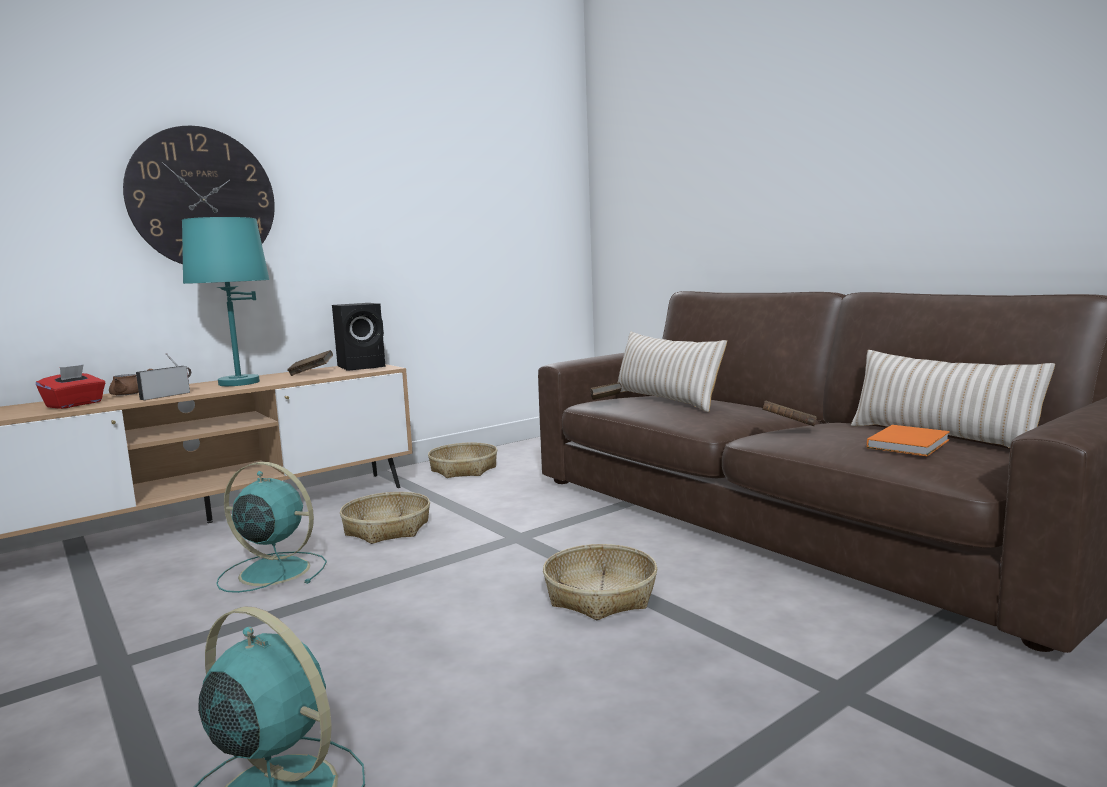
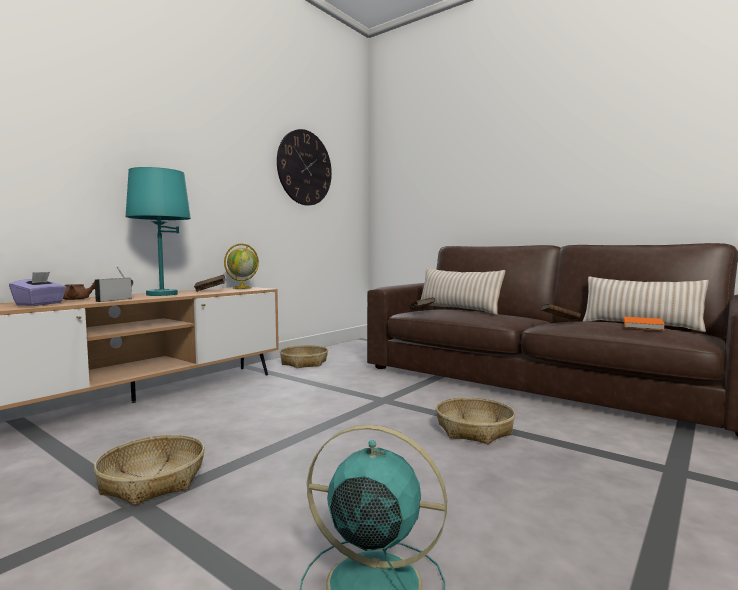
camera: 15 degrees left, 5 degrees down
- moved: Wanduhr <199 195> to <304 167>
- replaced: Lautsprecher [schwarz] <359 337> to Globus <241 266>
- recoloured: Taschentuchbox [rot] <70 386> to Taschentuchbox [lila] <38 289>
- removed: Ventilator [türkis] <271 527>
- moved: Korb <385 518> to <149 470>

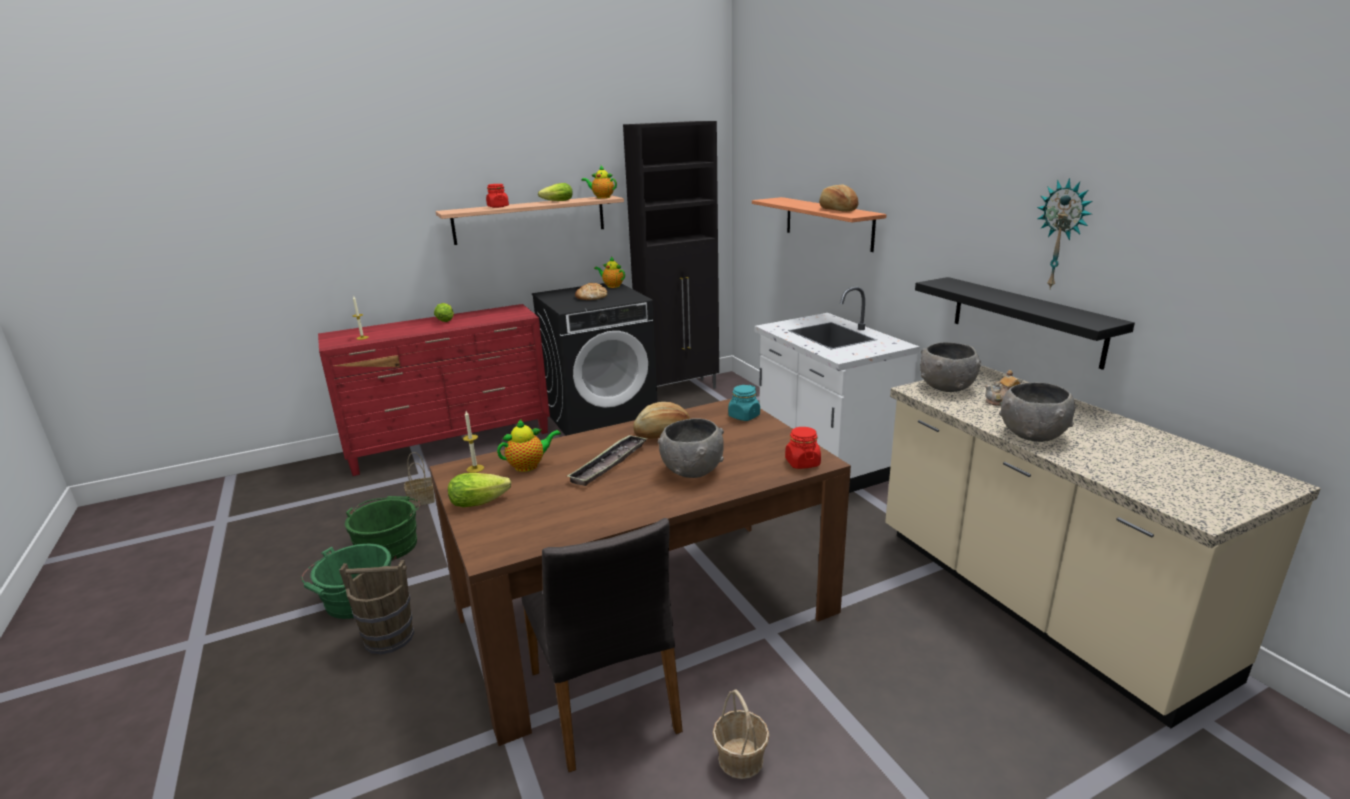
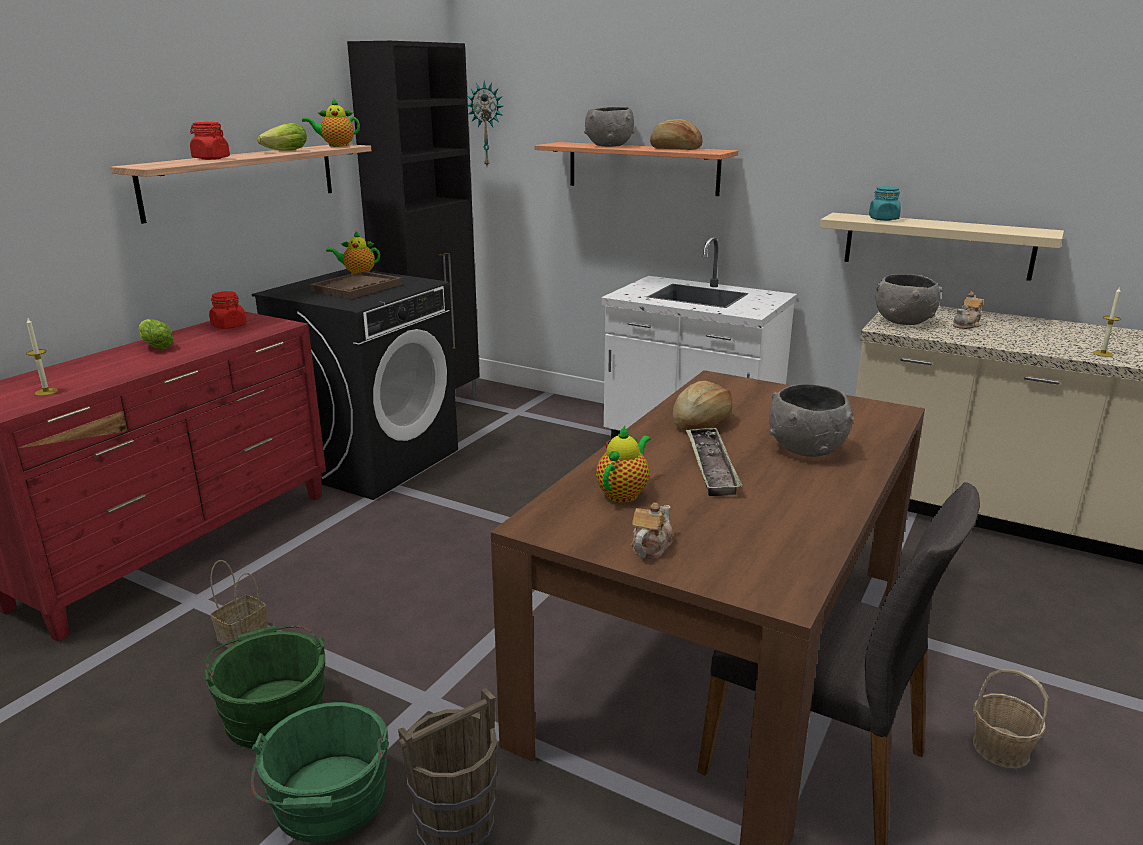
camera: 35 degrees left, 0 degrees up
- moved: Wanduhr <1064 233> to <485 123>
- recoloured: Wandregal [schwarz] <1025 323> to Wandregal [beige] <942 247>
- replaced: Brot <591 291> to Tablett [braun] <356 285>
- moved: Schüssel [grau] <1037 412> to <609 127>
- moved: Vorratsglas [türkis] <744 403> to <885 203>
- moved: Kerze <473 442> to <1107 322>
- moved: Vorratsglas [rot] <803 448> to <228 310>
- replaced: Salatkopf <479 490> to Teekanne <652 531>

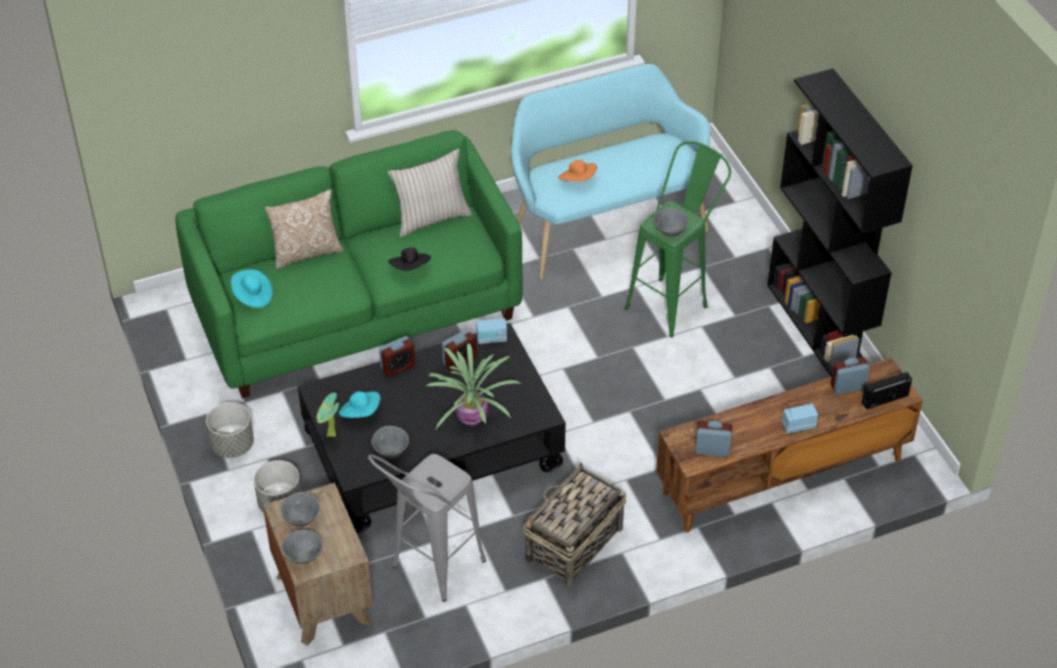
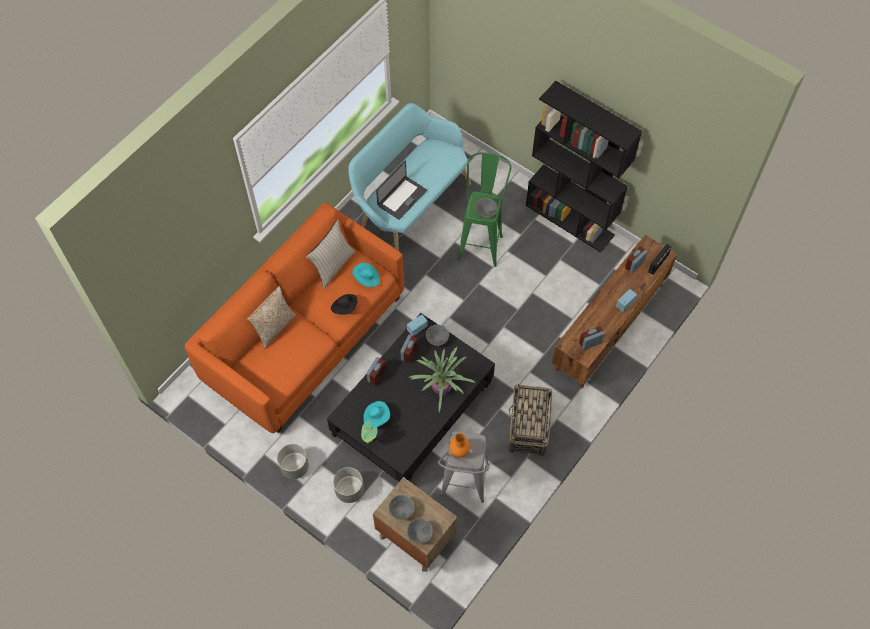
camera: 30 degrees left, 15 degrees up
- recoloured: Sofa [grün] <349 264> to Sofa [orange] <294 318>
- replaced: Hut [orange] <577 170> to Laptop <401 190>
- moved: Hut [türkis] <251 288> to <366 274>
- moved: Schüssel [grau] <390 442> to <437 335>
- added: Vase [orange] <459 445>

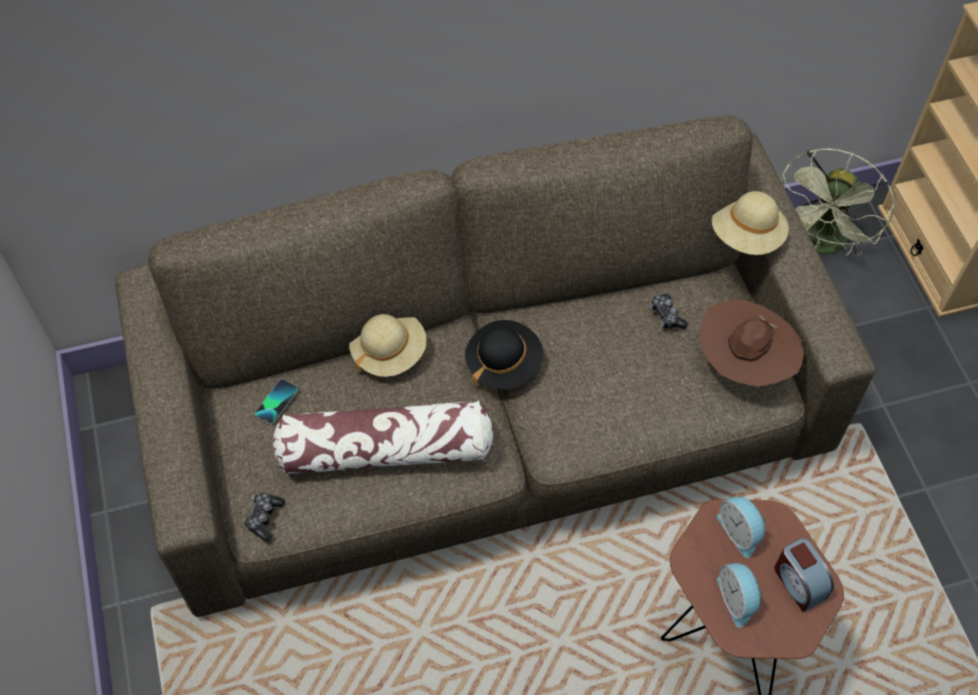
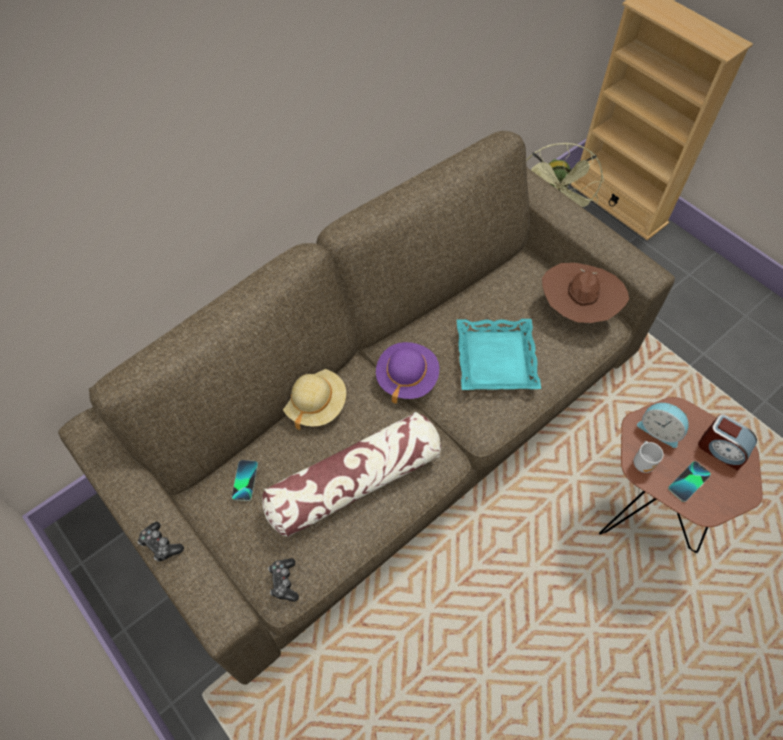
camera: 25 degrees left, 0 degrees up
- removed: Hut [beige] <750 223>
- moved: Gamepad <669 311> to <160 542>
- recoloured: Hut [schwarz] <504 354> to Hut [lila] <407 373>
- replaced: Wecker <740 595> to Handy <689 481>
- added: Tablett [türkis] <498 354>
- added: Henkelbecher <649 457>

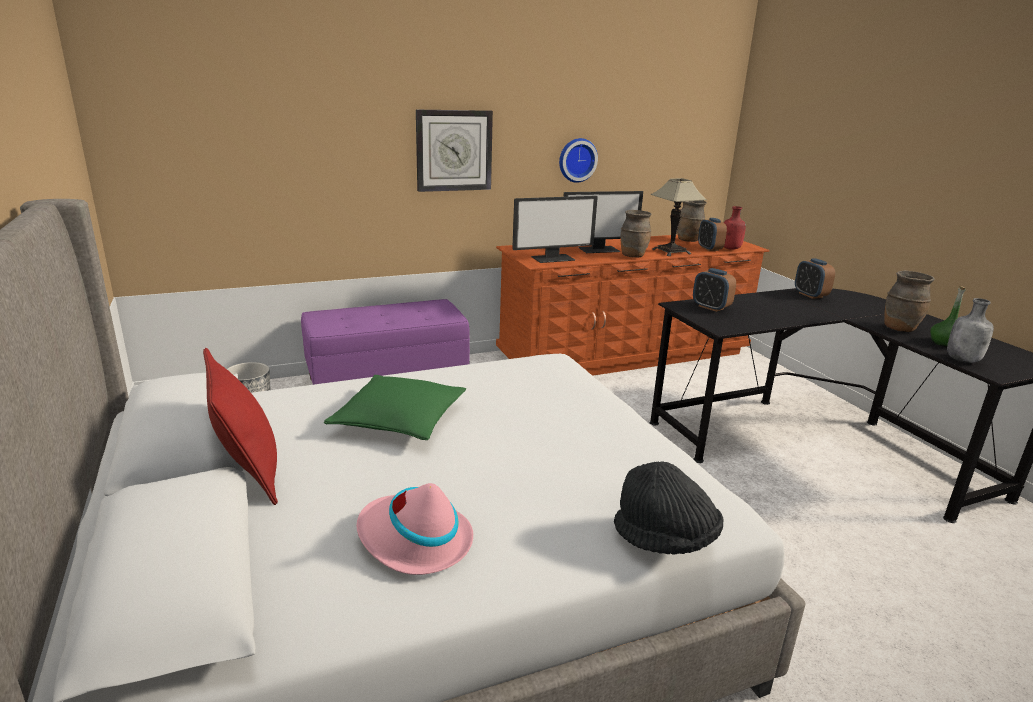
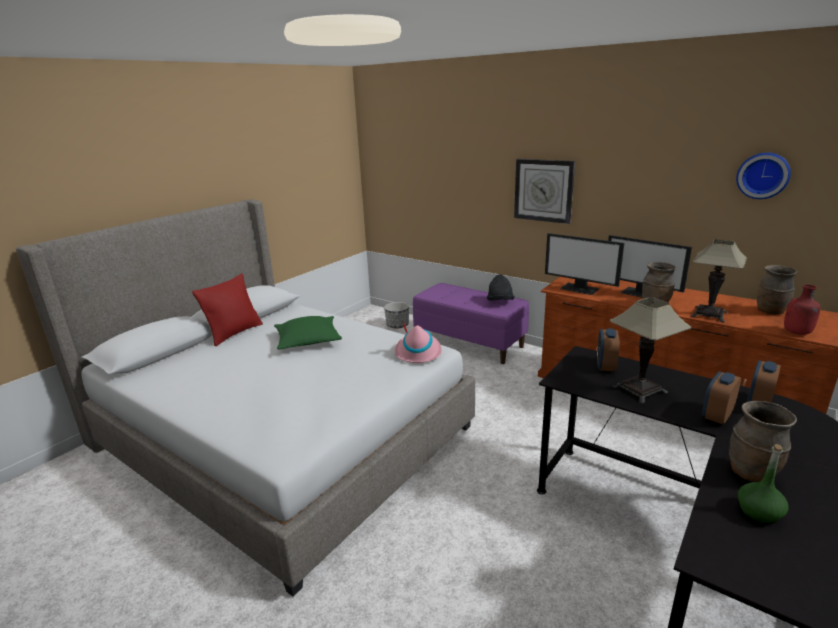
camera: 60 degrees right, 0 degrees up
- moved: Wanduhr <578 160> to <763 176>
- moved: Wecker <712 234> to <721 398>
- removed: Flasche [grau] <970 330>
- moved: Hut [schwarz] <669 508> to <501 287>
- moved: Hut [rosa] <415 529> to <418 342>
- added: Tischlampe <651 350>

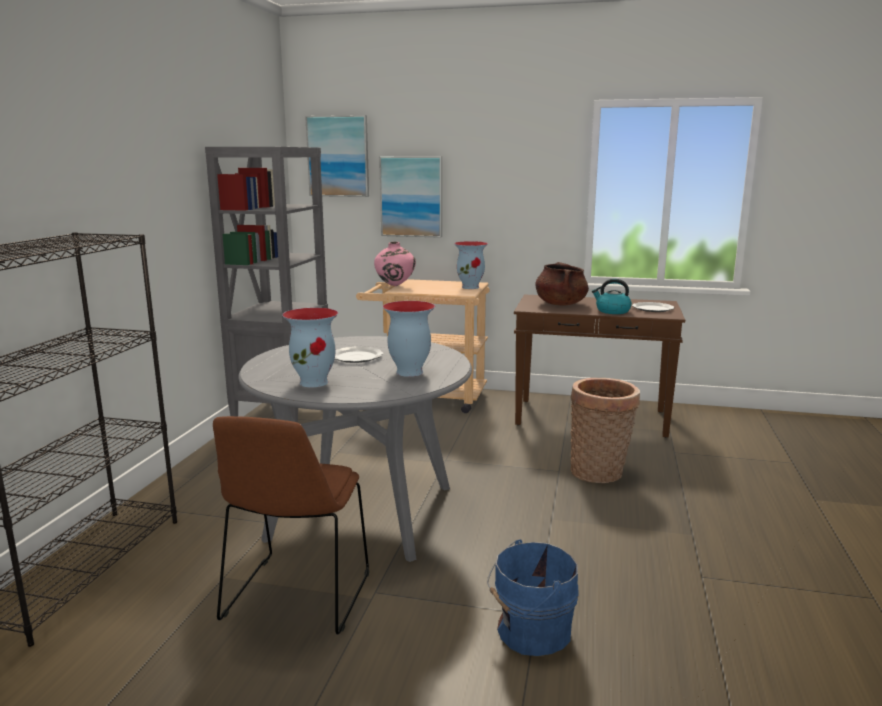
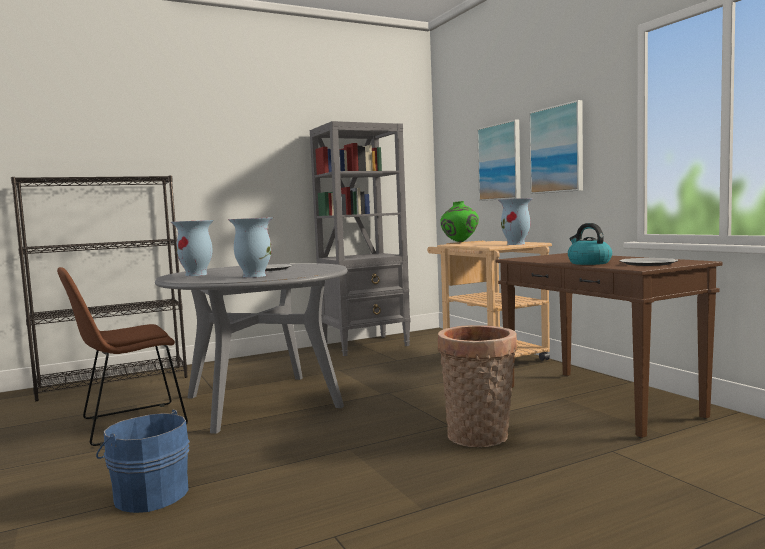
camera: 50 degrees right, 10 degrees down
- moved: Bild <337 156> to <556 147>
- recoloured: Vase [rosa] <395 264> to Vase [grün] <459 221>
- removed: Kochtopf [braun] <562 283>

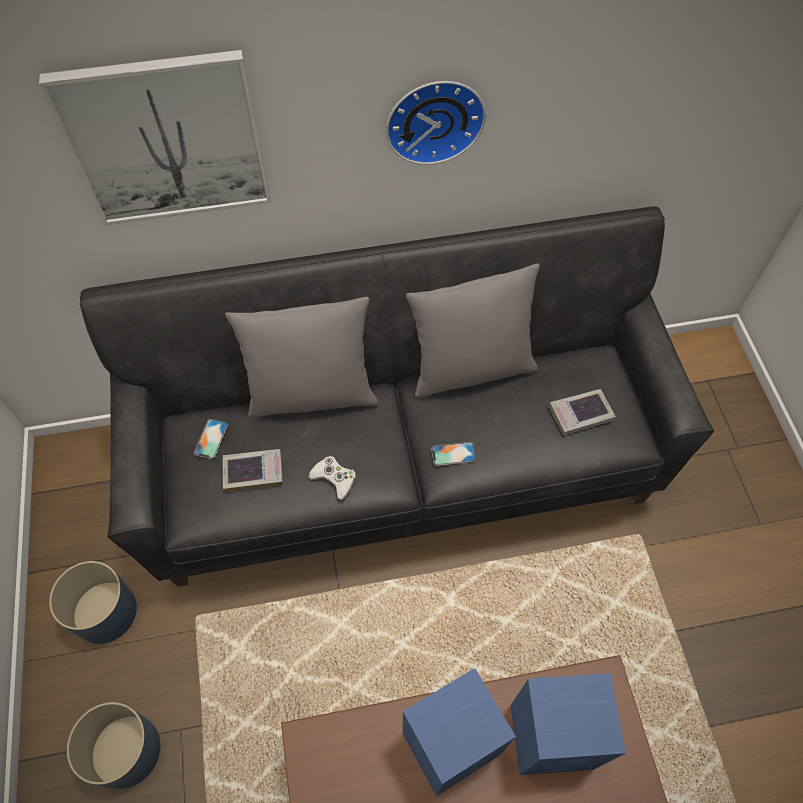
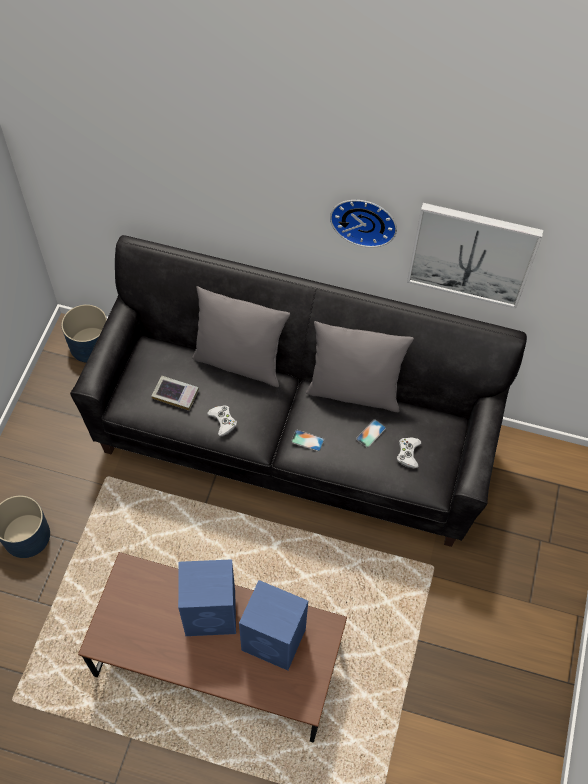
camera: 25 degrees right, 0 degrees up
- moved: Bild <155 137> to <475 255>
- replaced: Buch <582 412> to Gamepad [weiß] <409 453>
- moved: Handy <211 439> to <371 433>
- moved: Pflanzkübel [blau] <93 602> to <84 333>

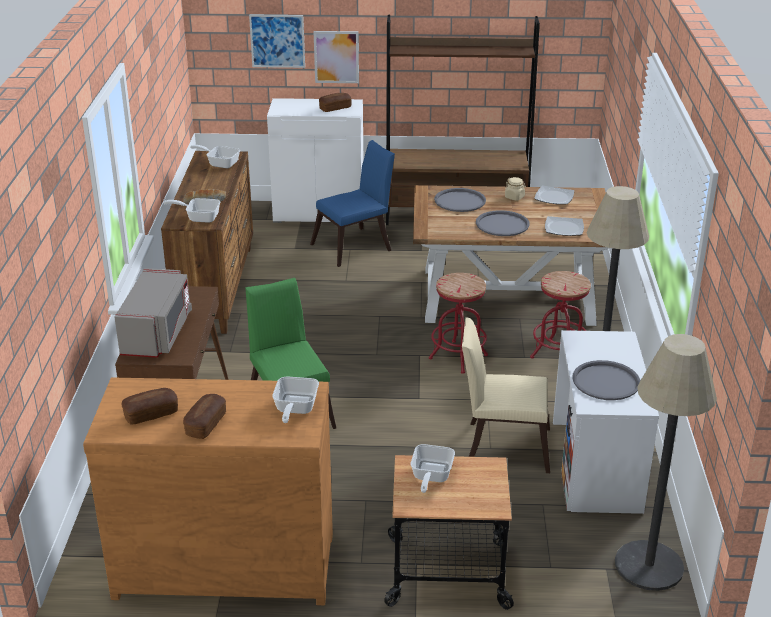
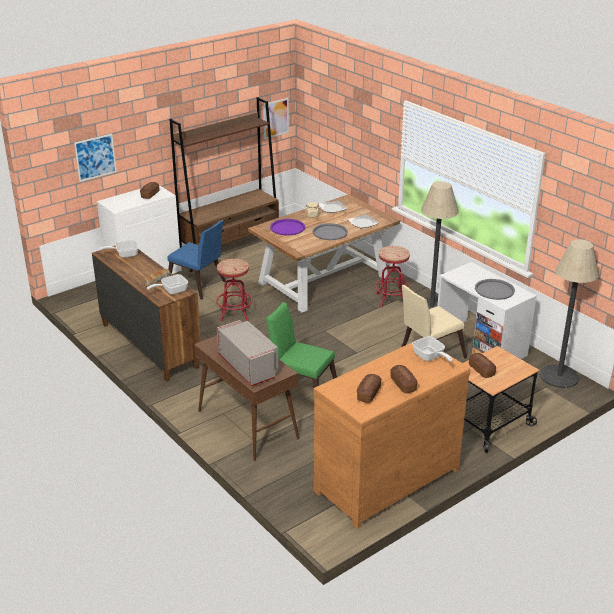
camera: 40 degrees left, 0 degrees up
- moved: Bild <336 57> to <276 118>
- turned: Stuhl [blau] <352 203> = <196 260> 105 degrees clockwise
- recoloured: Tablett [grau] <460 200> to Tablett [lila] <287 227>
- moved: Hocker [rot] <458 323> to <234 290>
- replaced: Pfanne <433 468> to Brot <482 365>

